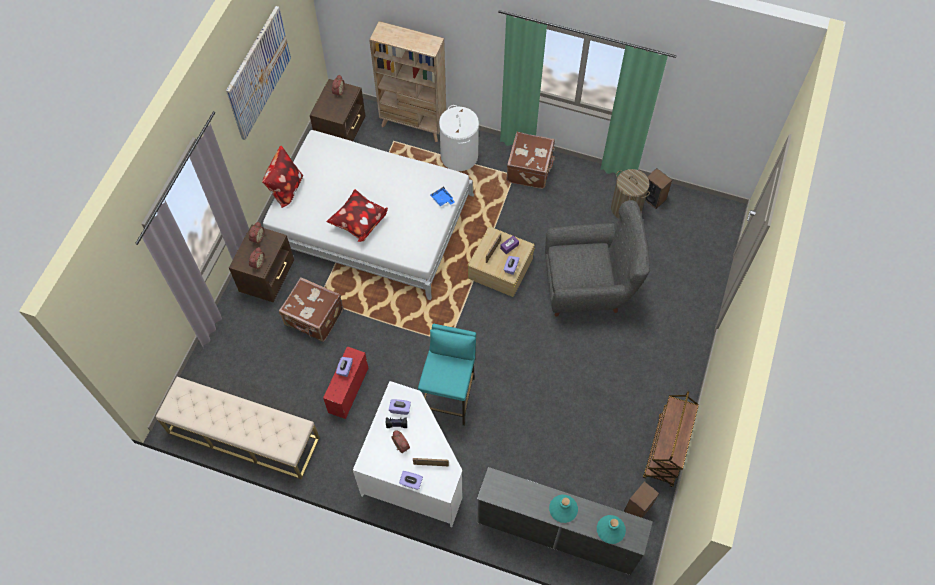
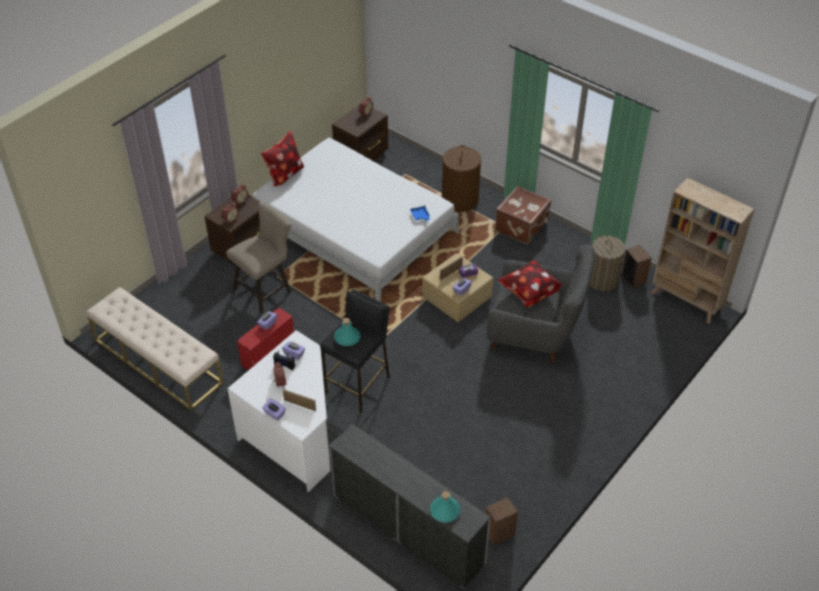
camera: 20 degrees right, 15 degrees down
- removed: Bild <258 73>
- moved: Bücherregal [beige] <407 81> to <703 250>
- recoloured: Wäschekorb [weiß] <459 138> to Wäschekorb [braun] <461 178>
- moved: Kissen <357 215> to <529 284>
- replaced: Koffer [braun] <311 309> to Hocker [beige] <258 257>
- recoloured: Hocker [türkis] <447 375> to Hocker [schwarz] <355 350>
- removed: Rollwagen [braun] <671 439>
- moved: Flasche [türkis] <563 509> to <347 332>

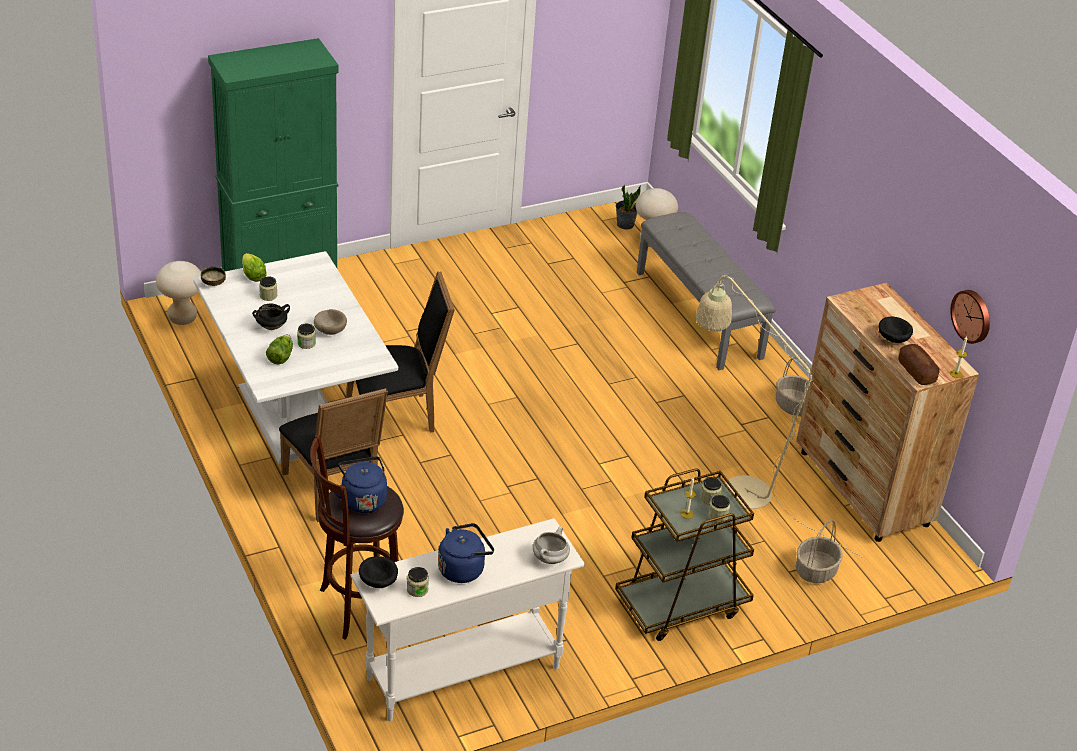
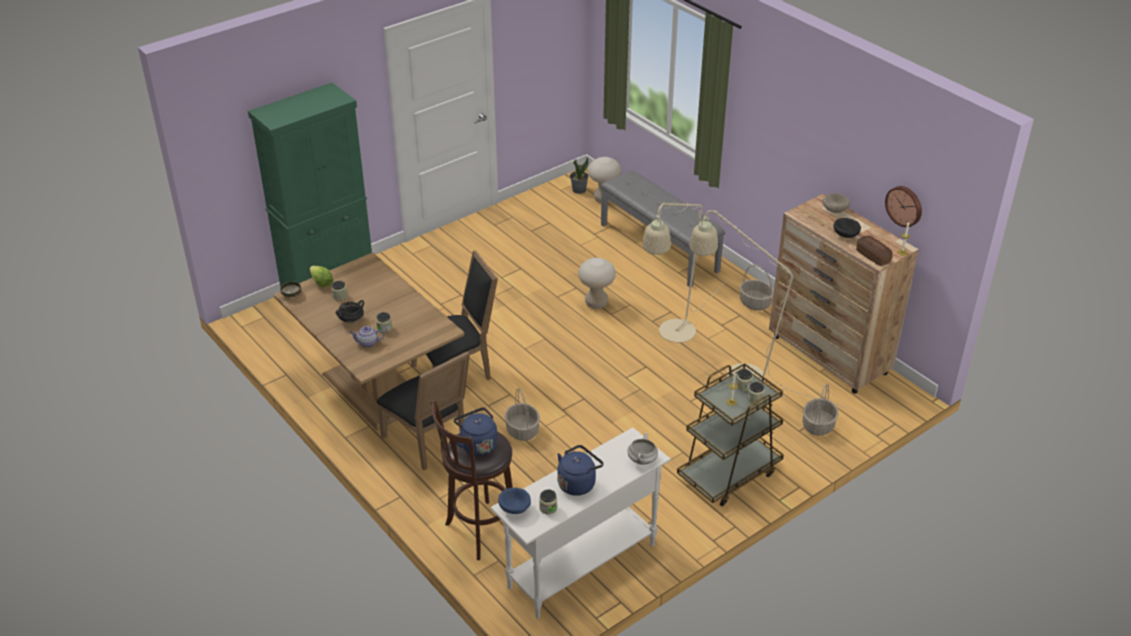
camera: 10 degrees left, 0 degrees up
- recoloured: Esstisch [weiß] <295 357> to Esstisch [braun] <369 341>
- moved: Hocker [beige] <178 293> to <597 283>
- moved: Schüssel [beige] <330 322> to <836 203>
- replaced: Salatkopf <279 349> to Teekanne <366 337>
- recoloured: Schüssel [schwarz] <378 572> to Schüssel [blau] <514 501>
- added: Stehlampe [beige] <684 272>
- added: Korb <522 414>

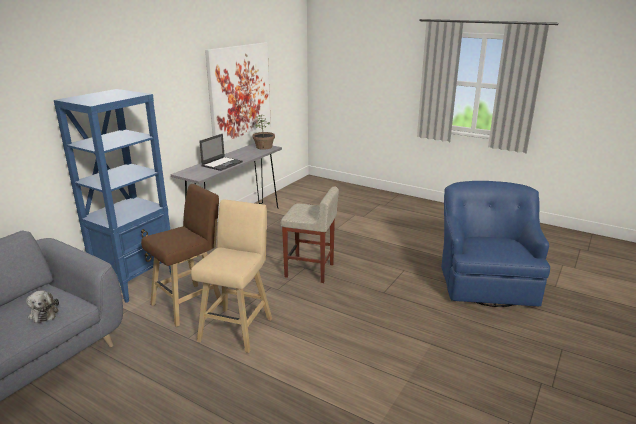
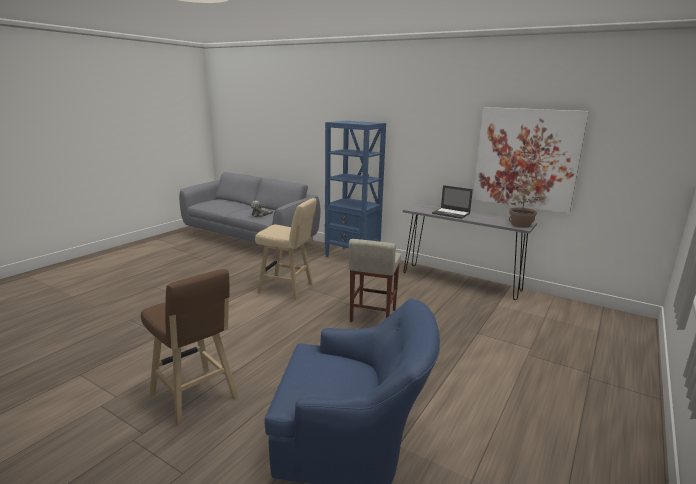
camera: 90 degrees right, 5 degrees down
- moved: Hocker [braun] <182 255> to <189 348>

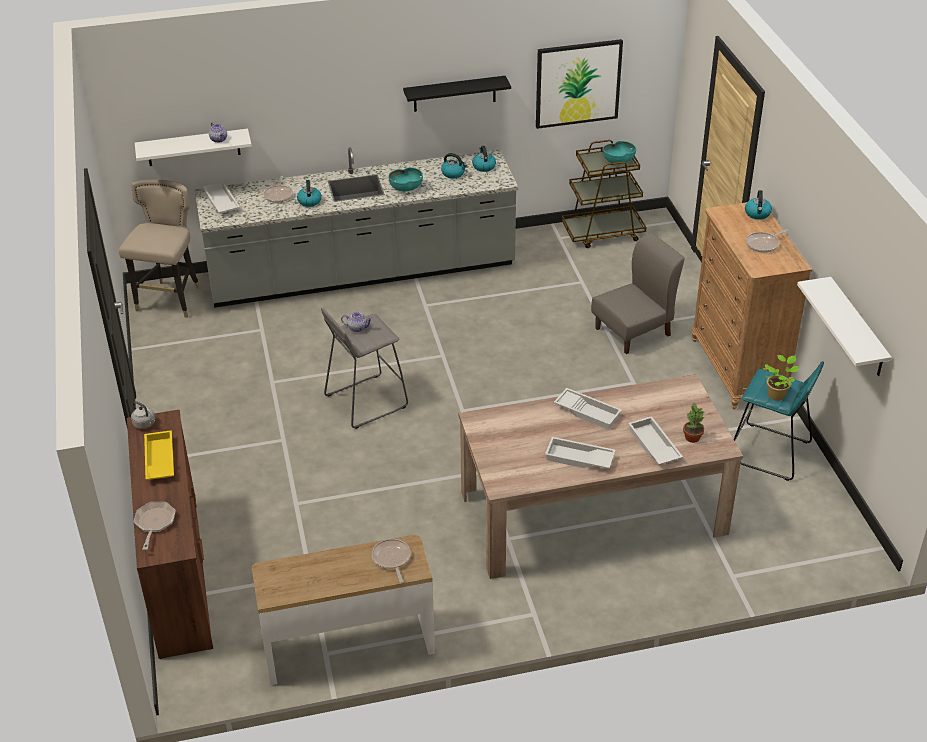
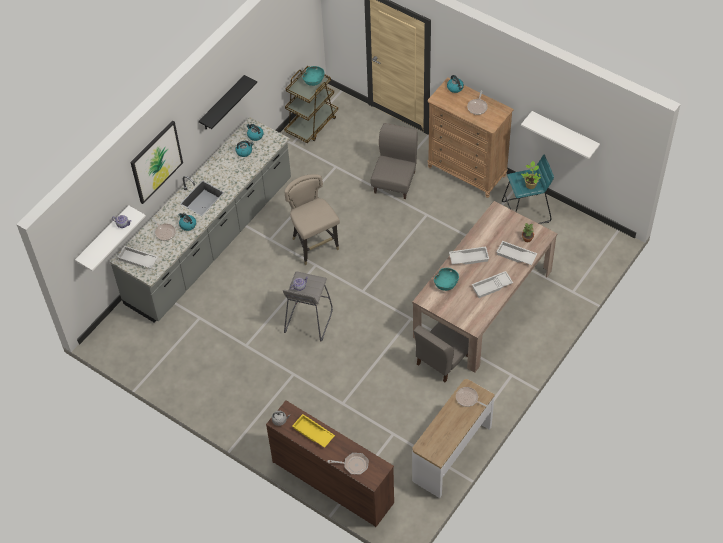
camera: 40 degrees left, 15 degrees up
- moved: Bild <579 84> to <156 162>
- moved: Schüssel [türkis] <406 179> to <446 279>
- moved: Hocker [beige] <160 248> to <312 219>
- turned: Pfanne <155 526> = <348 464> 135 degrees clockwise
- added: Stuhl [grau] <441 352>

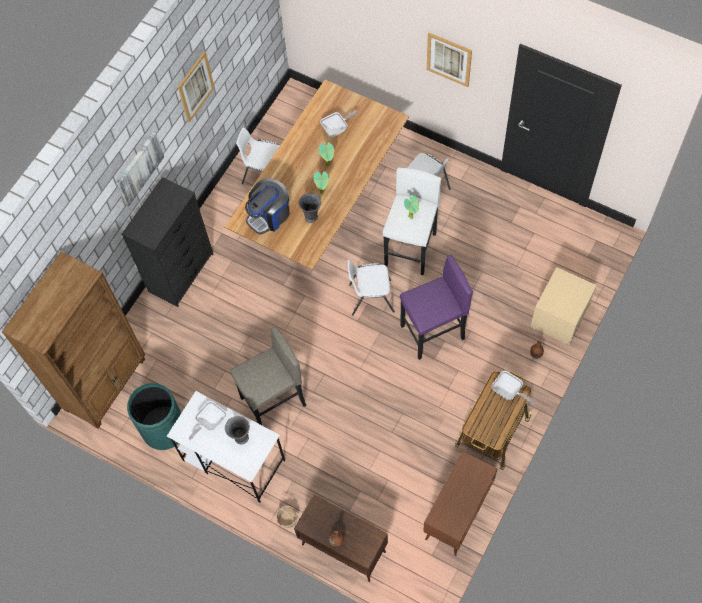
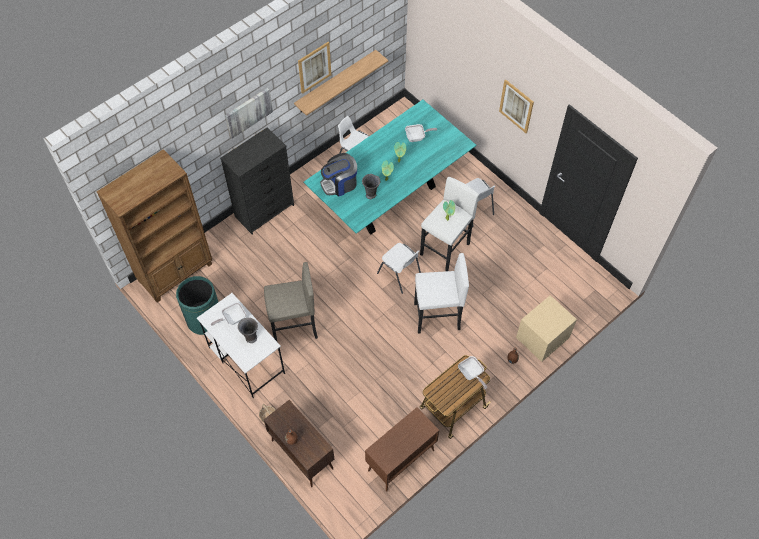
camera: 15 degrees right, 5 degrees down
- recoloured: Esstisch [braun] <317 175> to Esstisch [türkis] <390 167>
- recoloured: Hocker [lila] <436 307> to Hocker [weiß] <441 293>
- turned: Stuhl [weiß] <371 287> = <399 268> 150 degrees counterclockwise
- added: Wandregal <341 83>

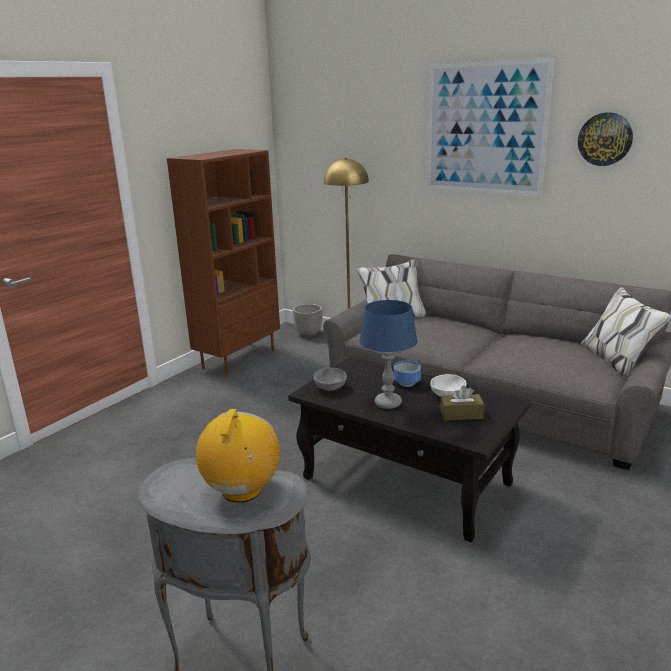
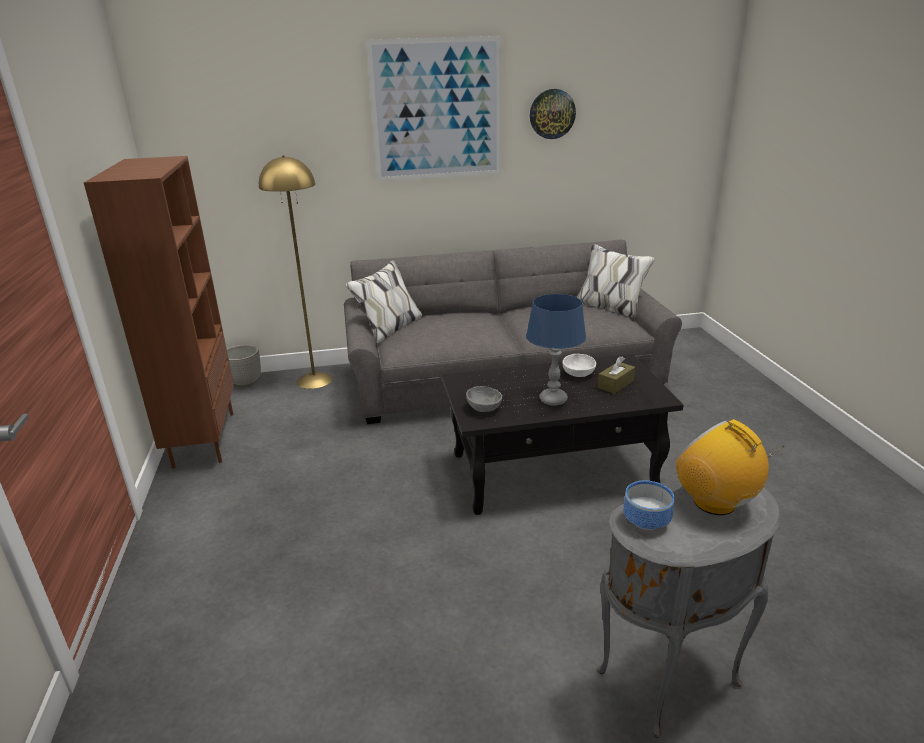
camera: 45 degrees left, 5 degrees up
- moved: Schüssel <407 374> to <648 505>

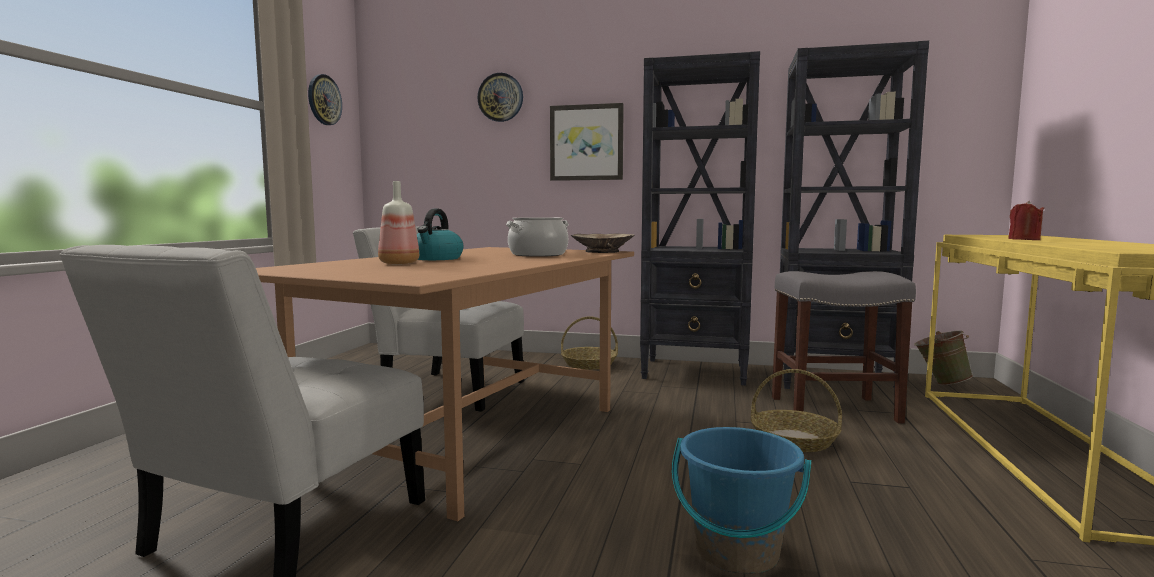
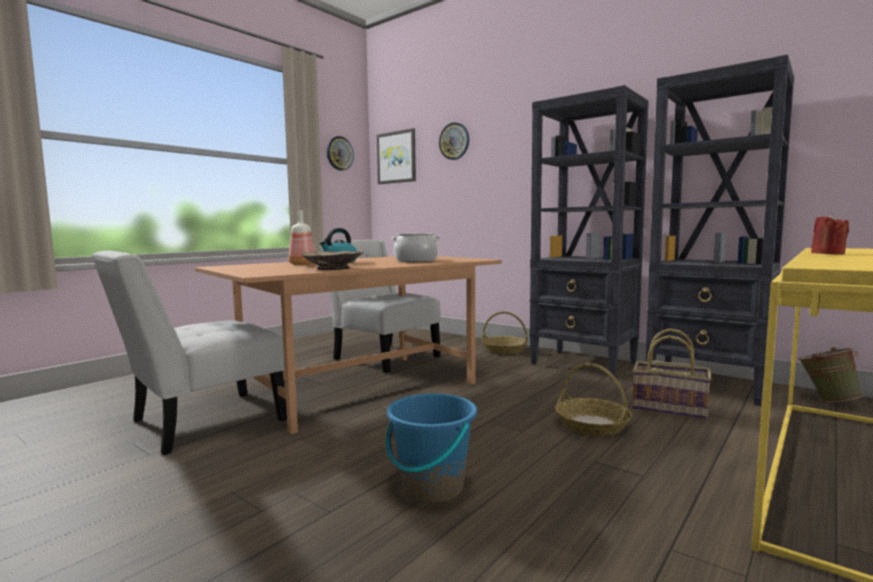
camera: 25 degrees right, 0 degrees up
- moved: Bild <587 142> to <396 156>
- moved: Schüssel [beige] <602 243> to <332 260>
- replaced: Hocker [grau] <844 347> to Korb <672 373>

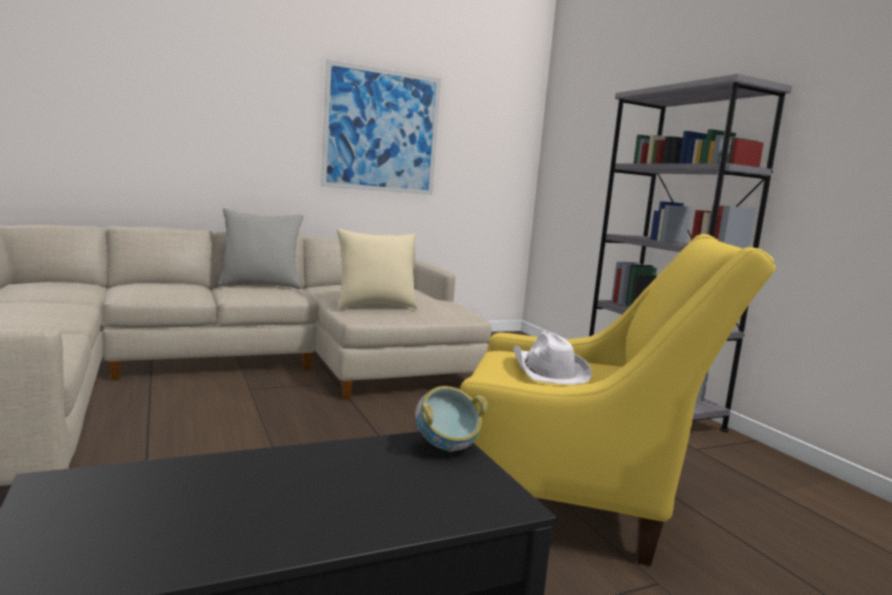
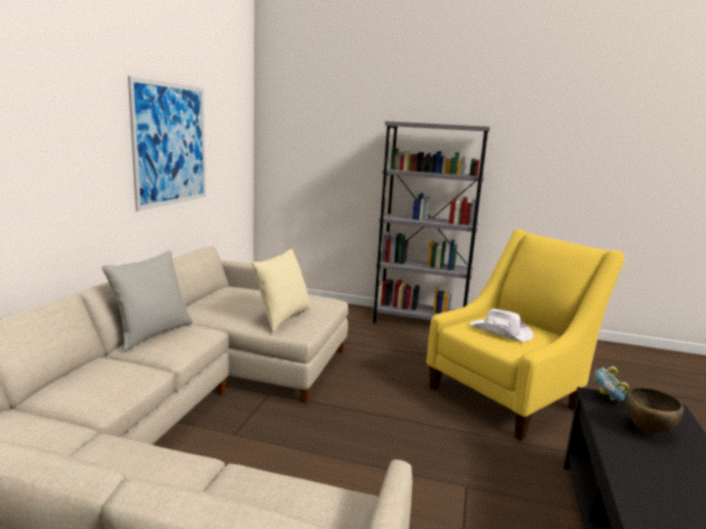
camera: 50 degrees left, 5 degrees up
- added: Schüssel [braun] <654 410>

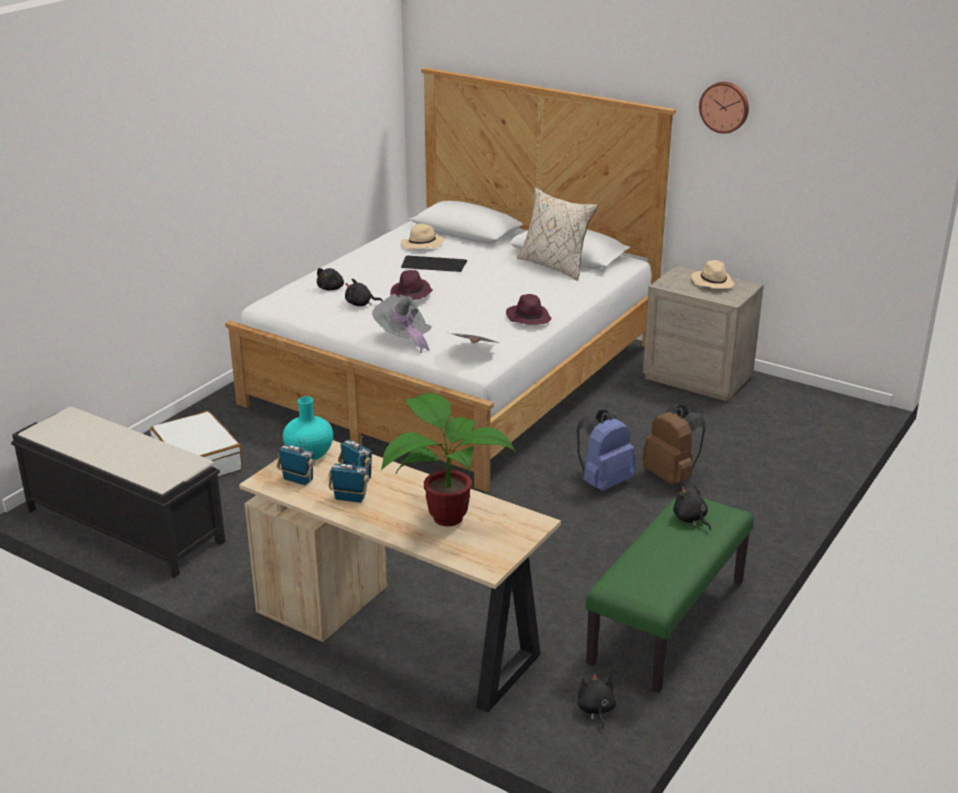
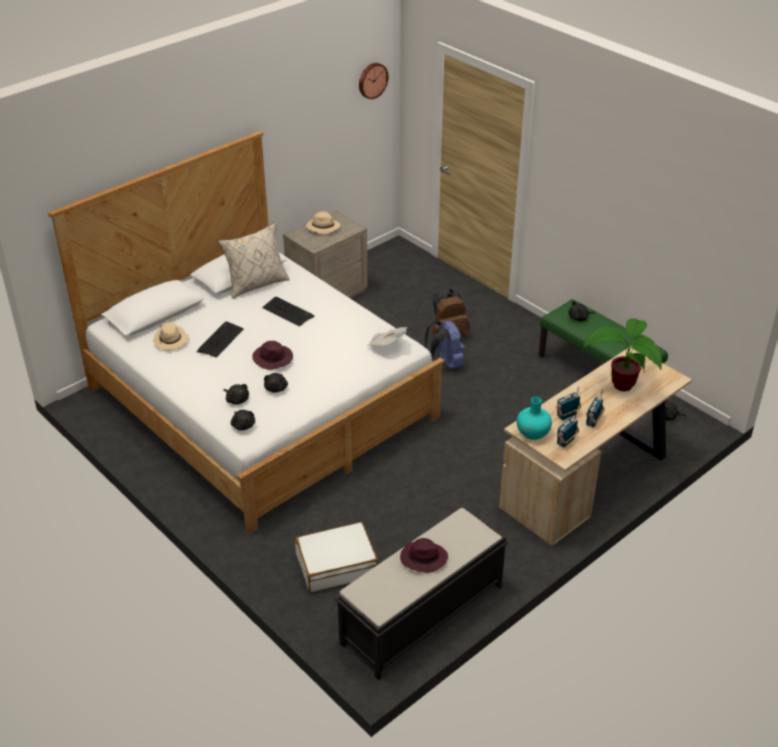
camera: 75 degrees left, 10 degrees up
- moved: Wanduhr <724 108> to <374 81>
- removed: Hut [grau] <401 323>
- moved: Hut [lila] <528 309> to <424 555>
- added: Tastatur <288 312>
- added: Plüschtier [schwarz] <243 420>

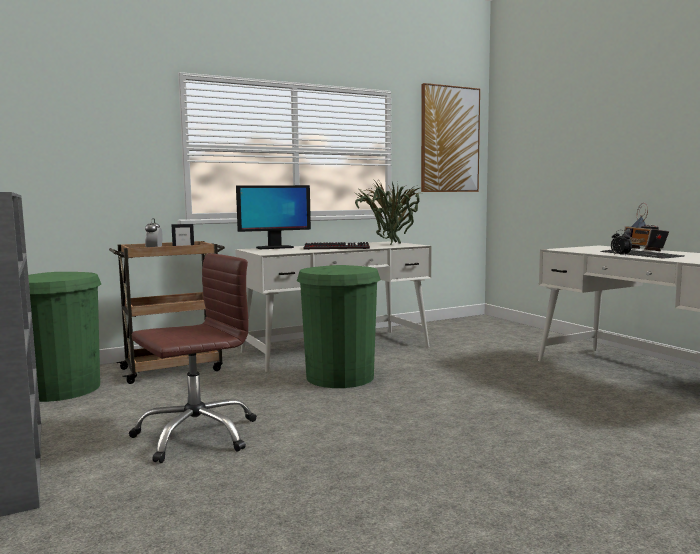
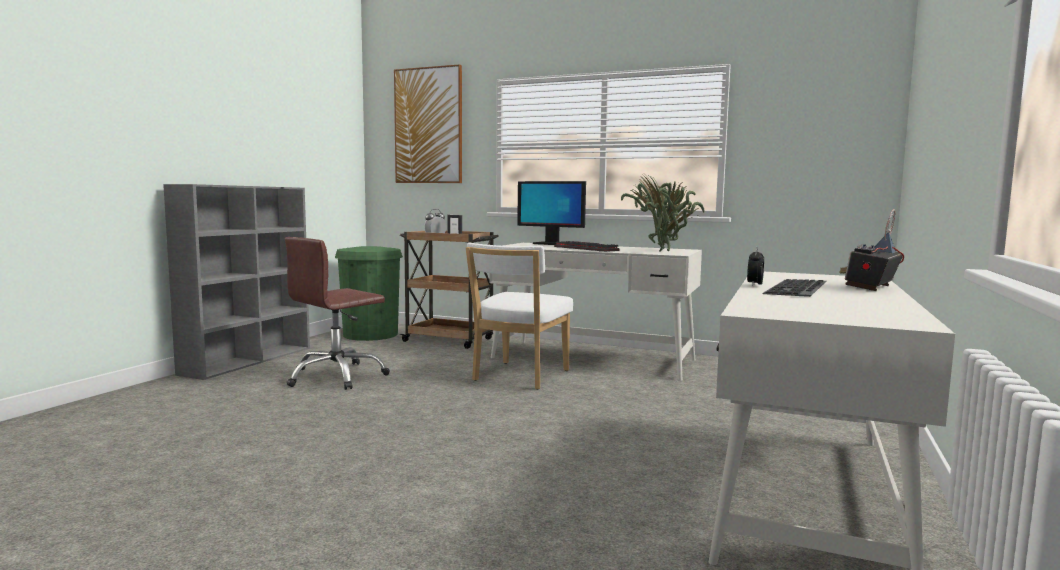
camera: 50 degrees right, 0 degrees up
- moved: Bild <450 137> to <428 123>
- turned: Bürostuhl [braun] <193 358> = <337 313> 120 degrees clockwise
- replaced: Mülleimer [grün] <339 326> to Stuhl [weiß] <519 316>

